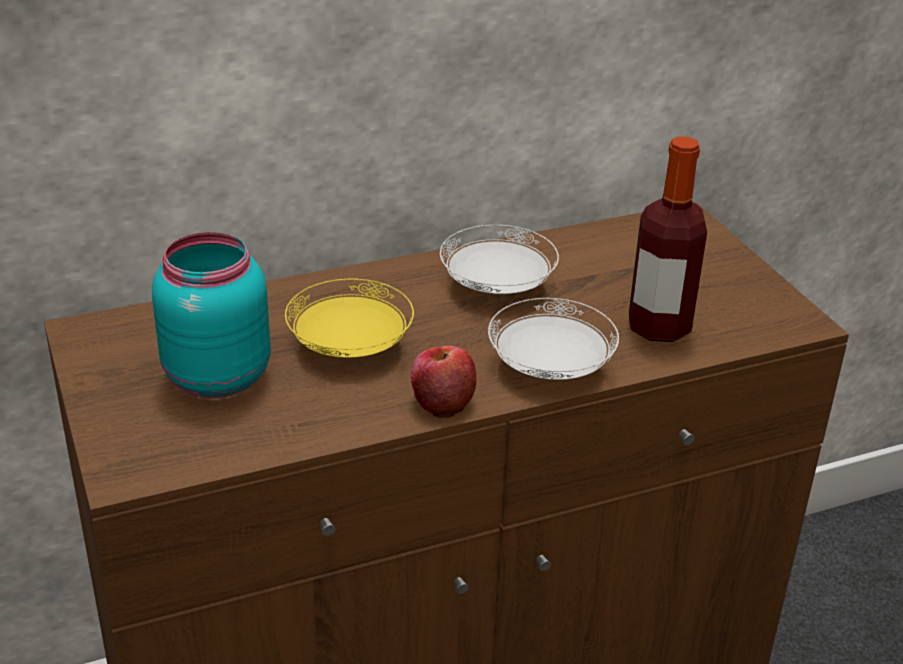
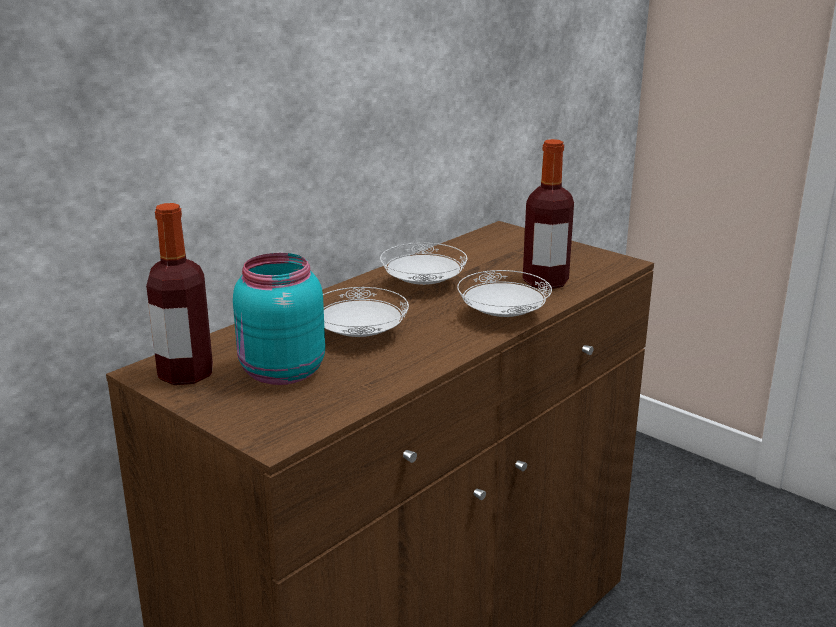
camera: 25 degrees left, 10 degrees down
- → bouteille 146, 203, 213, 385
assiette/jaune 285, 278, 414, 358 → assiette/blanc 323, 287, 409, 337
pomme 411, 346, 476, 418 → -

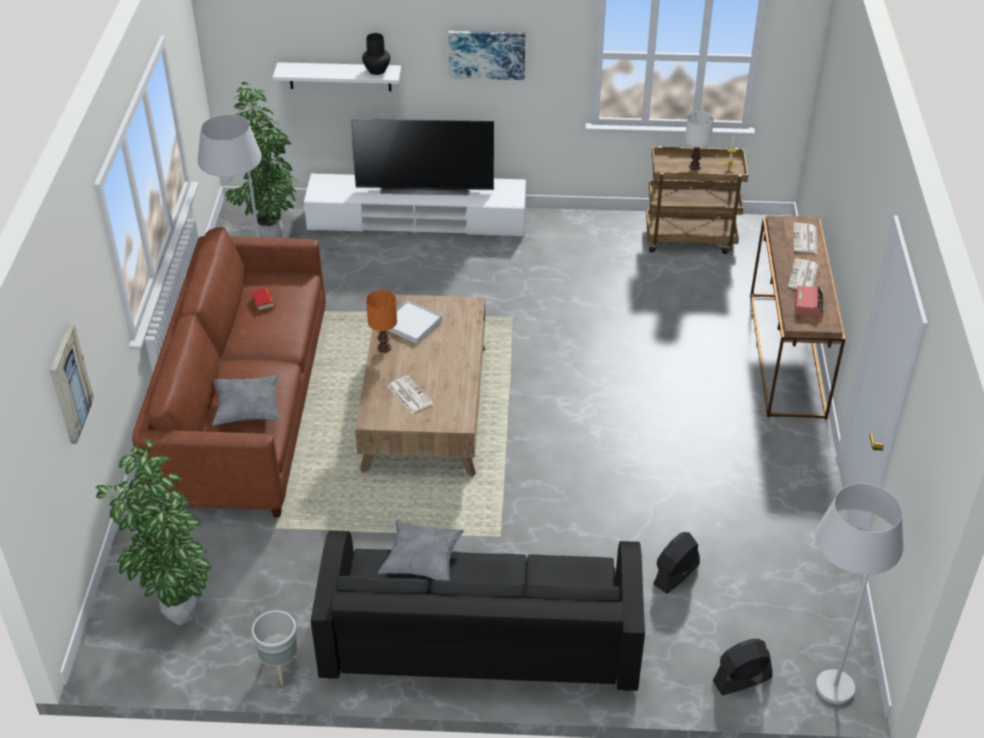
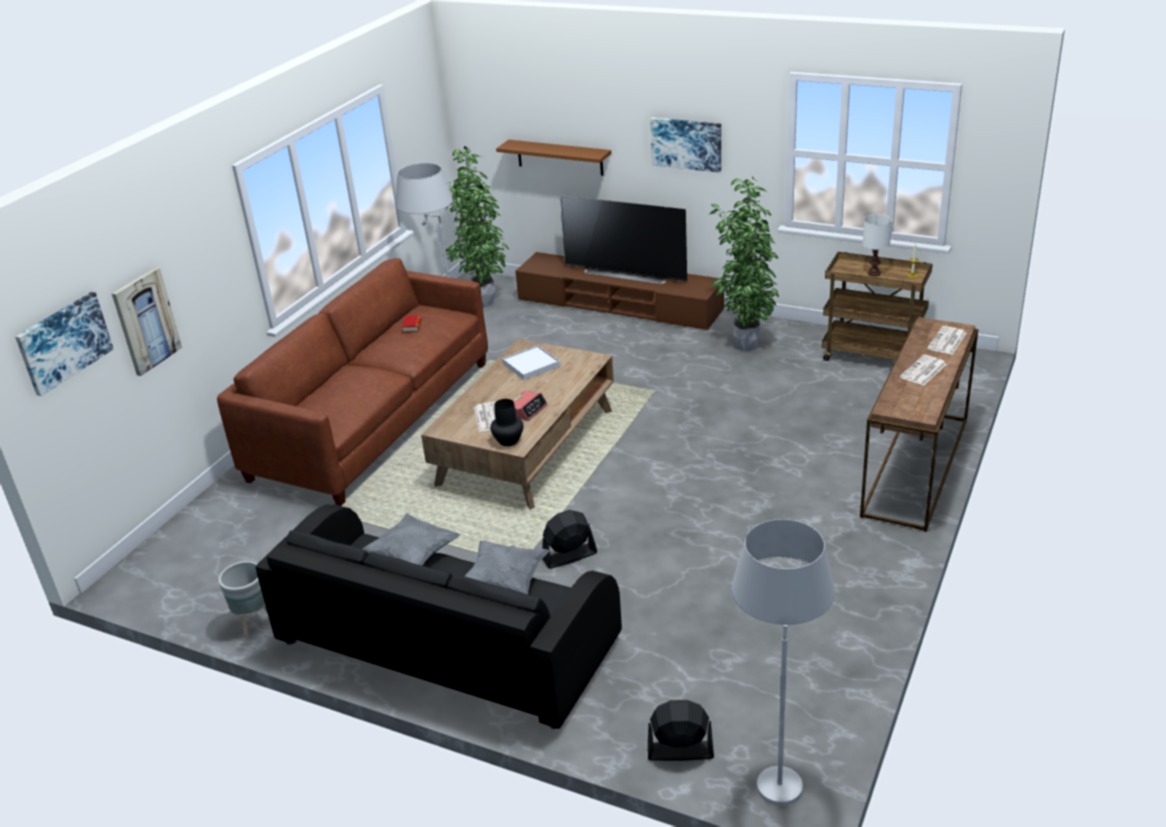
camera: 25 degrees right, 10 degrees down
- → tableau 15, 292, 114, 396
coussin/gris 212, 375, 280, 425 → coussin/gris 464, 541, 549, 594, shifted
vase/noir 362, 33, 390, 75 → vase/noir 490, 399, 523, 446, shifted
étagère/blanc 273, 62, 401, 91 → étagère/marron 496, 140, 611, 176
réveil 795, 286, 824, 317 → réveil 512, 390, 548, 421, shifted
meuble télé/blanc 304, 174, 526, 236 → meuble télé/marron 515, 252, 724, 331
ventilateur/noir 653, 532, 700, 594 → ventilateur/noir 542, 510, 597, 569, shifted
plante en pot 96, 439, 212, 626 → plante en pot 710, 176, 779, 351, shifted
lampe de table/orange 366, 290, 397, 353 → -

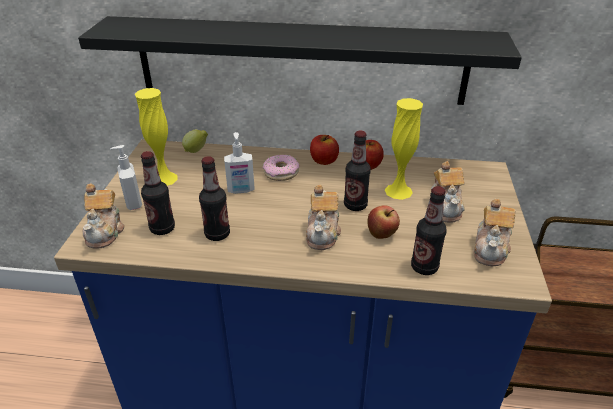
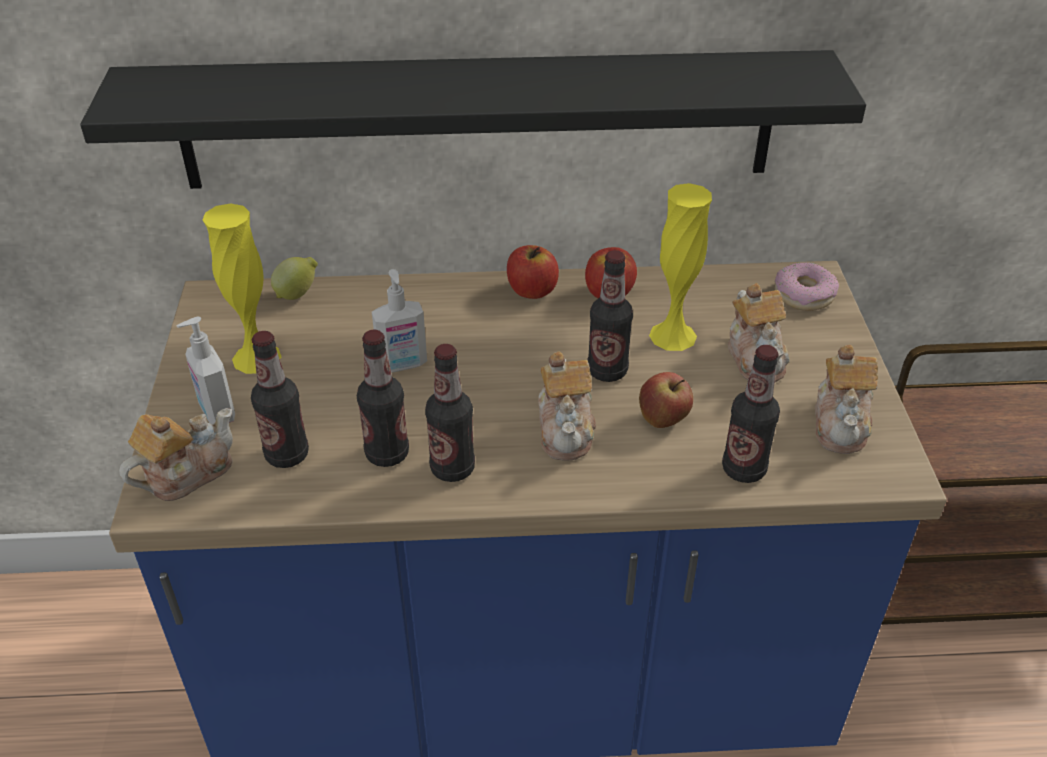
camera: 10 degrees left, 5 degrees up
théière 83, 183, 125, 248 → théière 119, 408, 233, 501, 120 degrees counterclockwise
- → bouteille 425, 344, 475, 482
beignet 263, 155, 300, 181 → beignet 775, 262, 839, 311, shifted

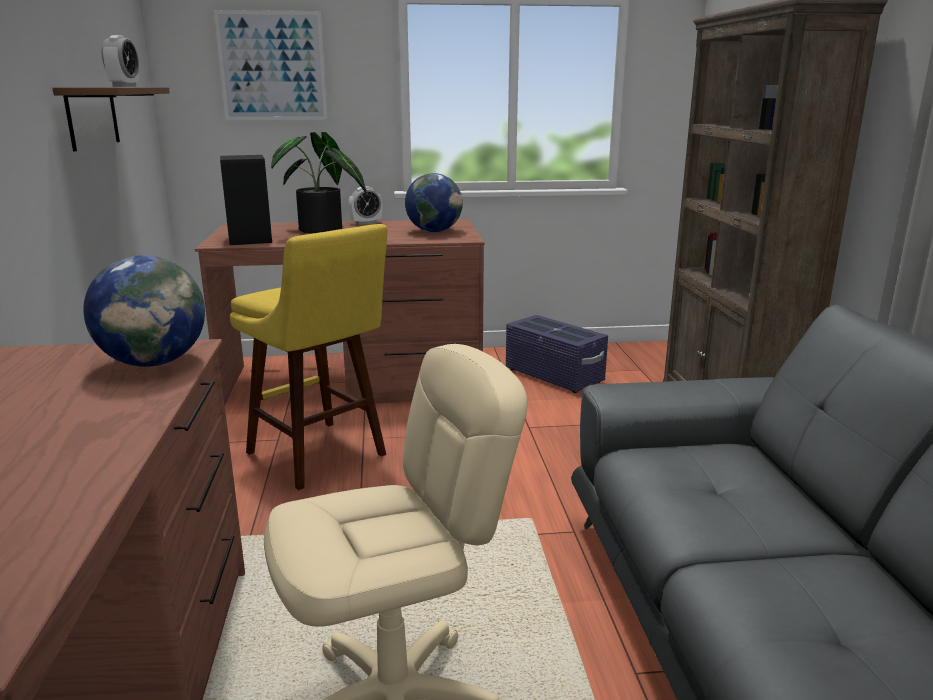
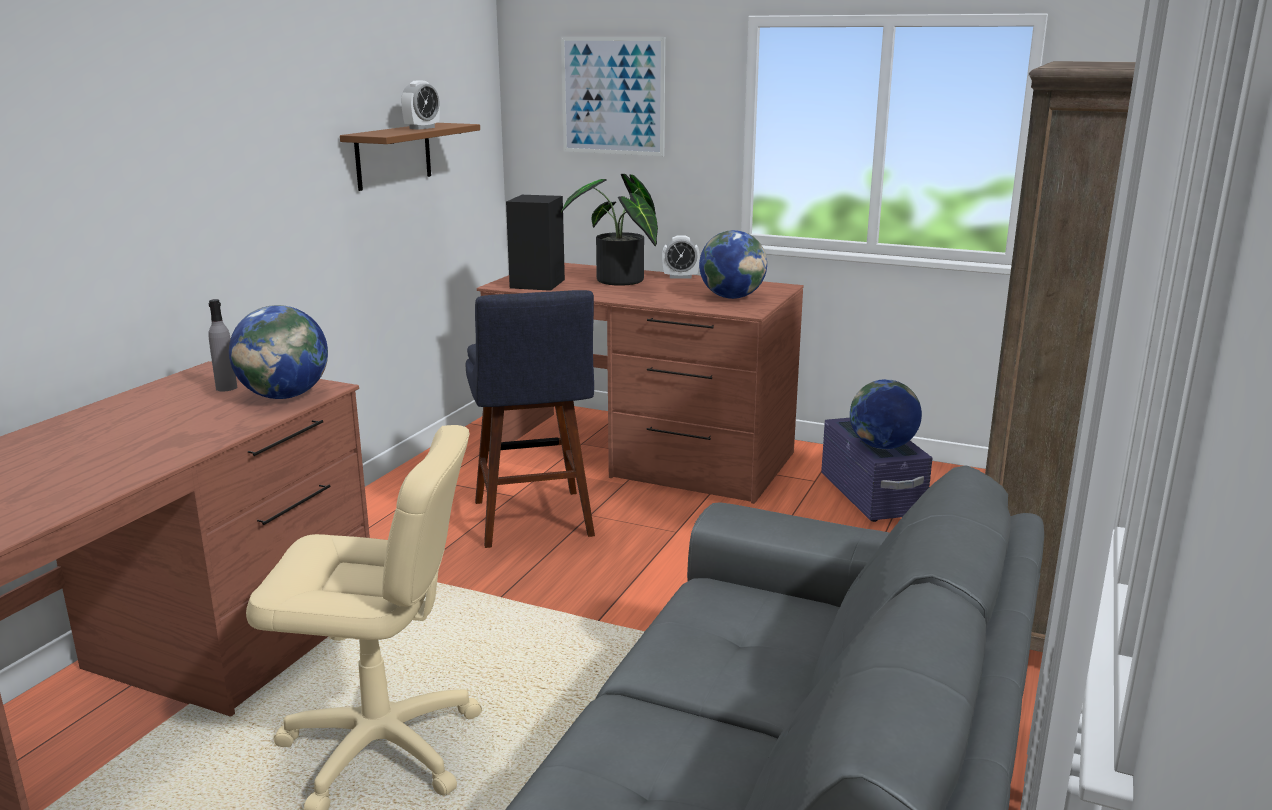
camera: 30 degrees right, 0 degrees up
- → bouteille/gris 209, 299, 237, 391
tabouret/jaune 230, 224, 388, 490 → tabouret/bleu 466, 290, 595, 548
- → globe 850, 379, 922, 449

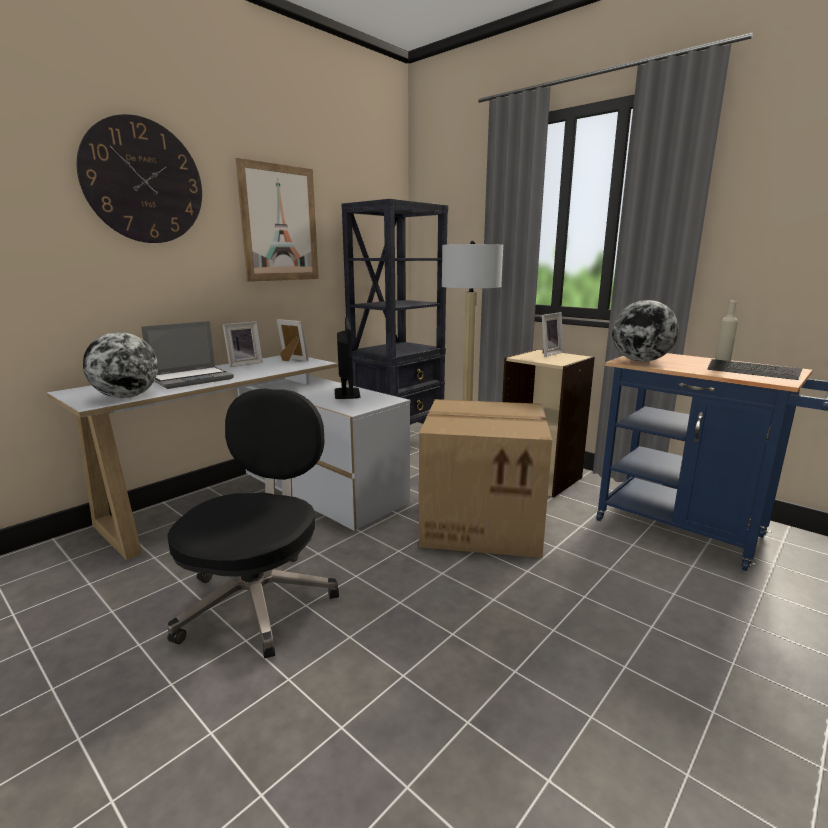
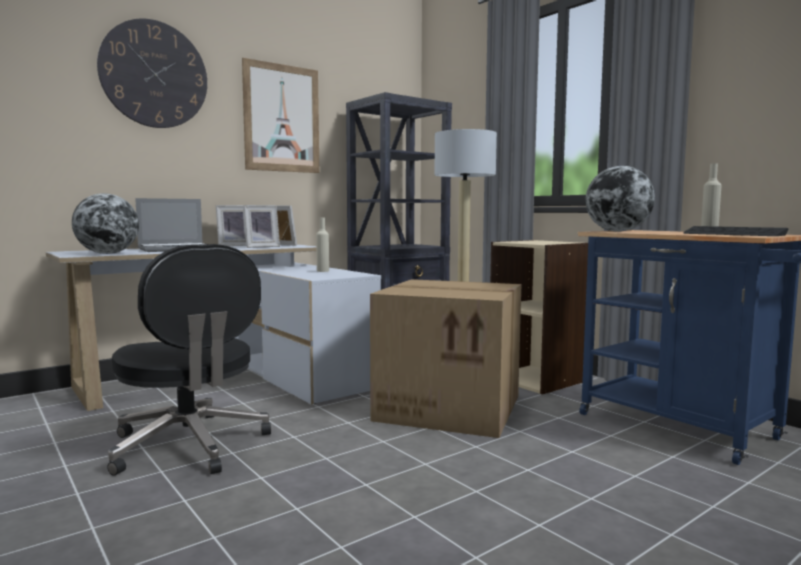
camera: 10 degrees right, 10 degrees down
chaise de bureau/noir 167, 388, 339, 658 → chaise de bureau/noir 107, 244, 271, 476, 120 degrees clockwise
cadre photo 542, 312, 564, 357 → cadre photo 243, 205, 280, 248, shifted
écran d'ordinateur 335, 317, 360, 399 → bouteille/beige 316, 218, 329, 272

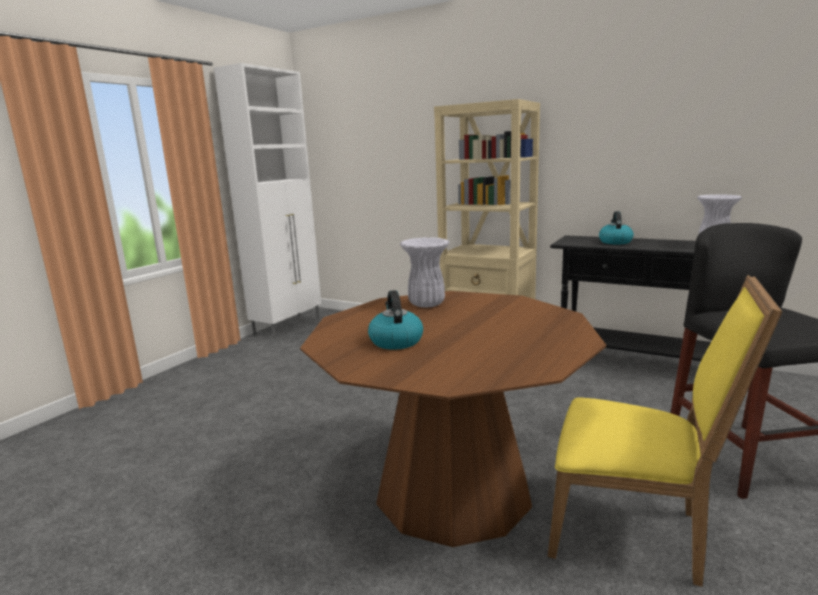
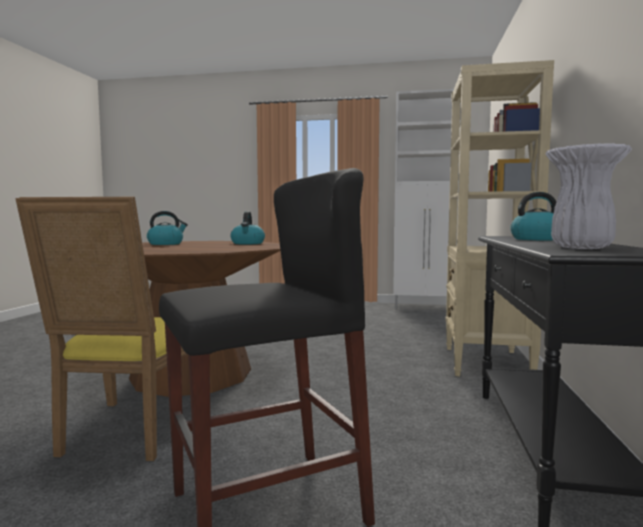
camera: 70 degrees right, 10 degrees down
vase/blanc 400, 237, 449, 308 → bouilloire 231, 211, 265, 244

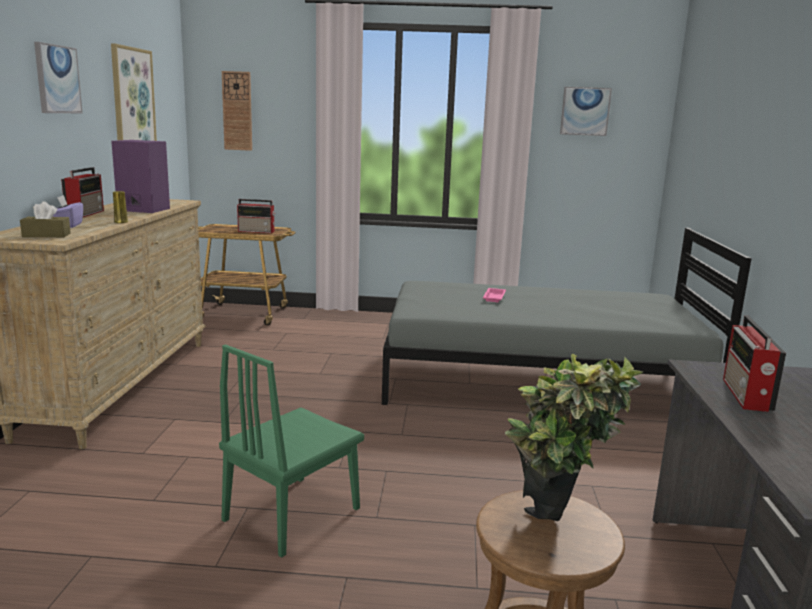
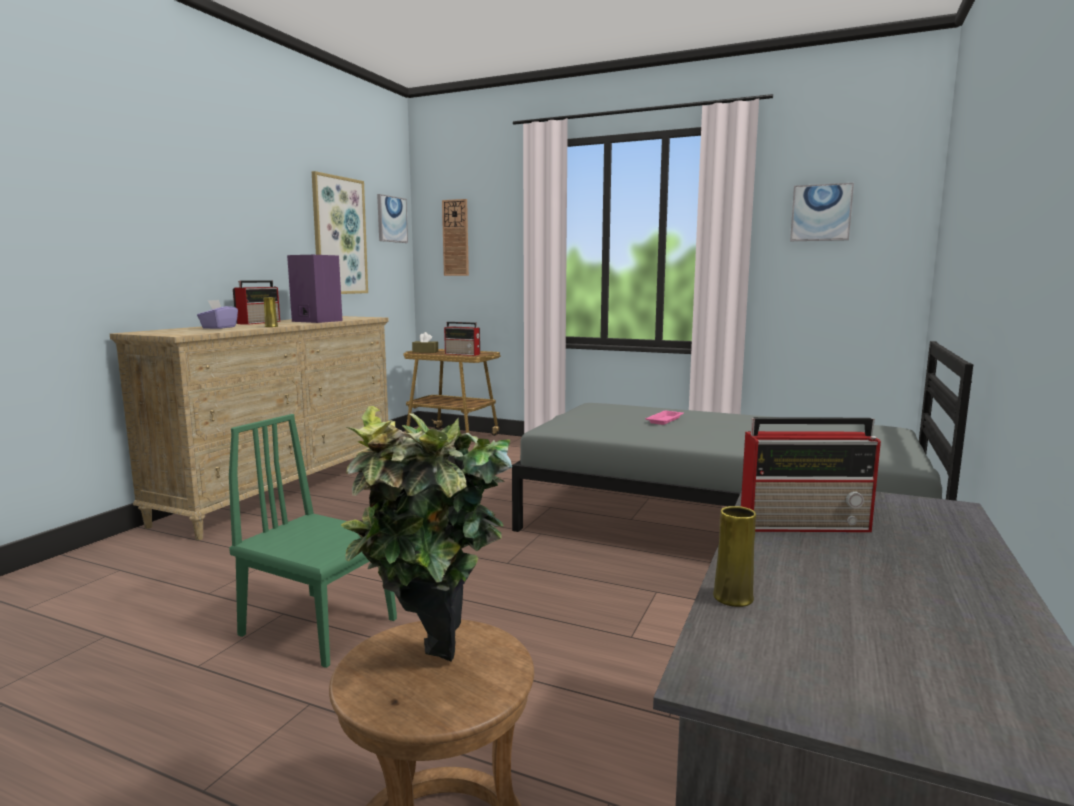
camera: 20 degrees right, 5 degrees down
chaise/vert 219, 344, 364, 558 → chaise/vert 229, 414, 397, 668, 60 degrees clockwise
tableau 34, 42, 82, 113 → tableau 377, 194, 408, 243, shifted
boîte à mouchoirs/marron 20, 201, 71, 237 → boîte à mouchoirs/marron 412, 332, 438, 353, shifted
- → vase/jaune 713, 506, 756, 607
radio 723, 315, 786, 412 → radio 741, 417, 881, 532, 120 degrees counterclockwise

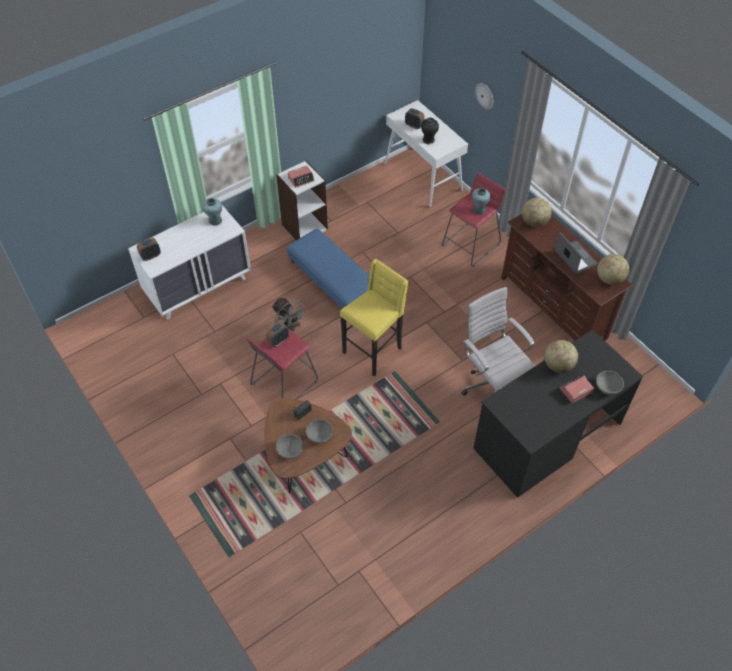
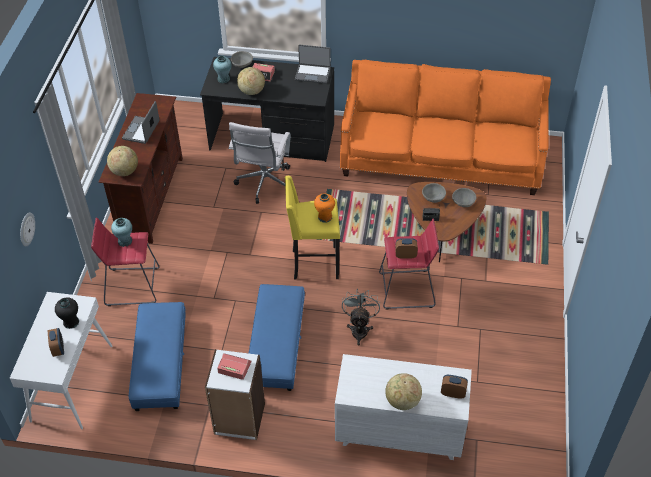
camera: 135 degrees left, 5 degrees down
- → pouf/bleu 129, 302, 186, 411
vase/turquoise 203, 198, 222, 226 → vase/turquoise 213, 56, 232, 83, shifted
- → ordinateur portable 295, 45, 331, 84
- → vase/orange 314, 193, 335, 223
- → canapé/orange 340, 60, 551, 195
globe 597, 254, 629, 285 → globe 385, 373, 422, 410, shifted

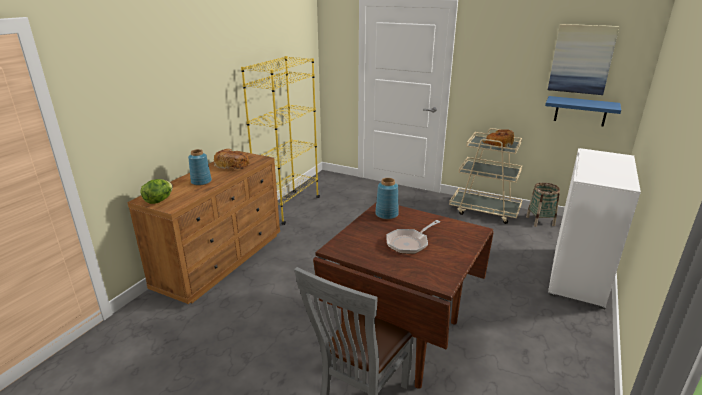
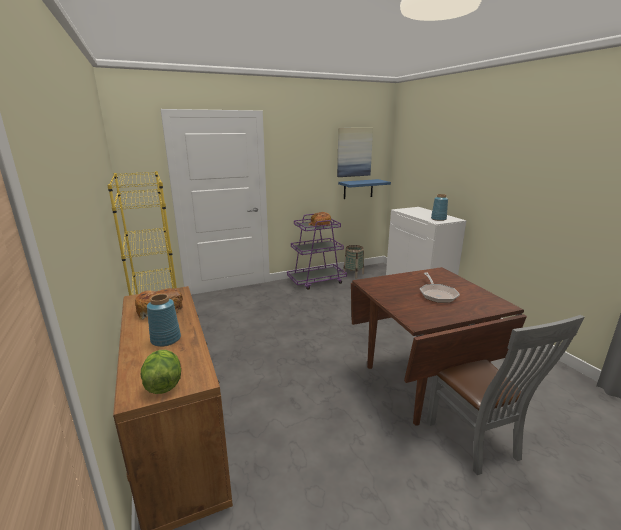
camera: 50 degrees left, 5 degrees down
chariot/beige 449, 128, 522, 224 → chariot/violet 287, 214, 347, 290
vase/bleu 375, 178, 399, 219 → vase/bleu 431, 194, 448, 221, shifted

